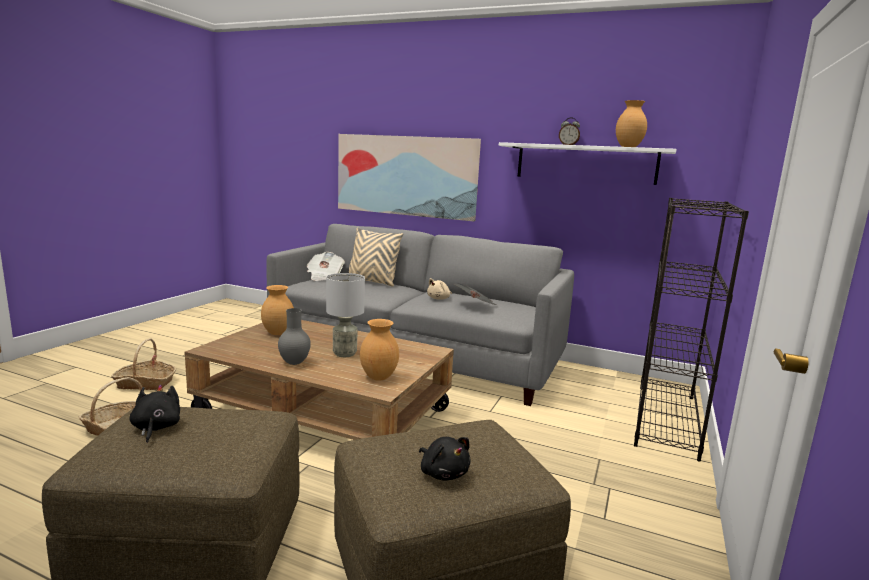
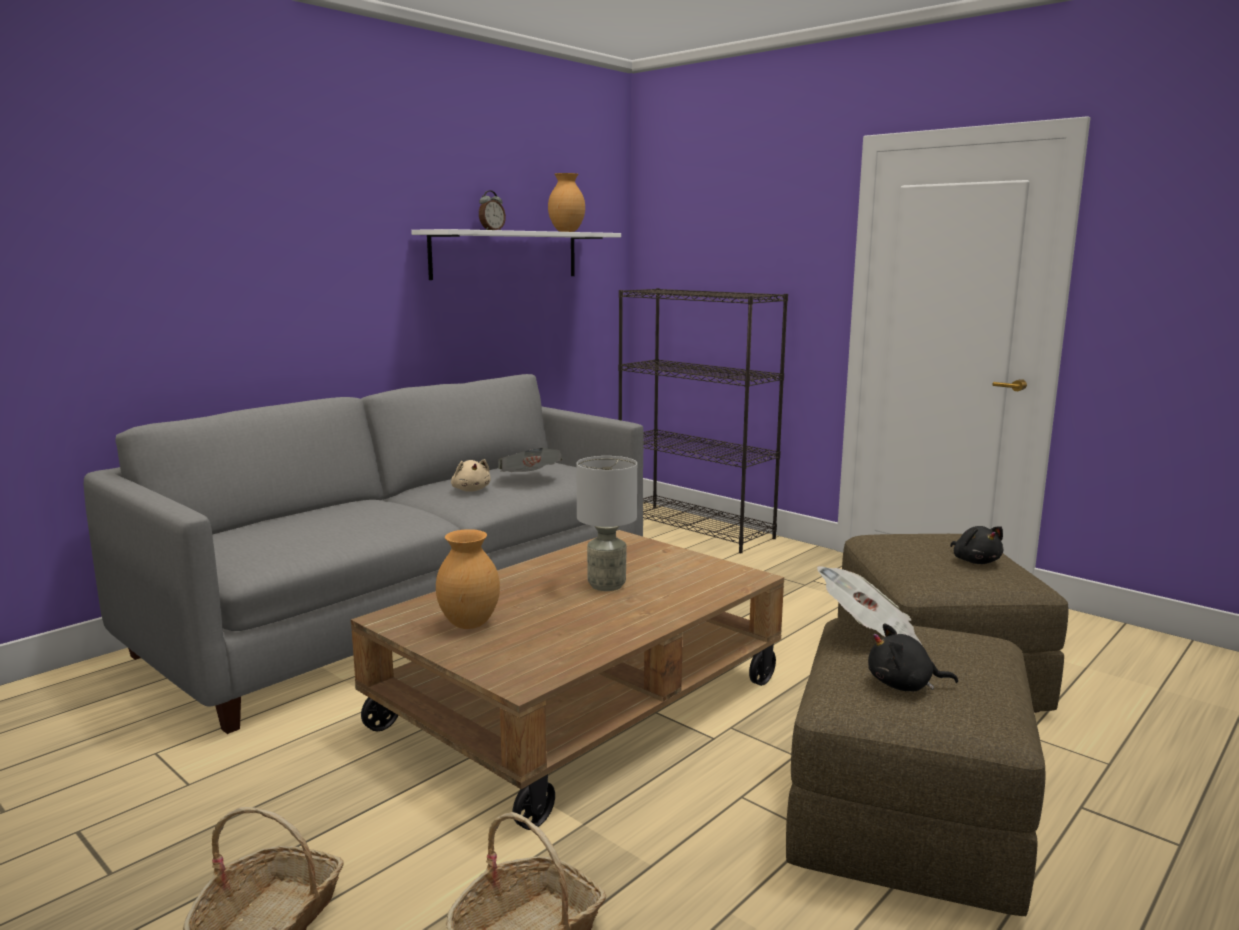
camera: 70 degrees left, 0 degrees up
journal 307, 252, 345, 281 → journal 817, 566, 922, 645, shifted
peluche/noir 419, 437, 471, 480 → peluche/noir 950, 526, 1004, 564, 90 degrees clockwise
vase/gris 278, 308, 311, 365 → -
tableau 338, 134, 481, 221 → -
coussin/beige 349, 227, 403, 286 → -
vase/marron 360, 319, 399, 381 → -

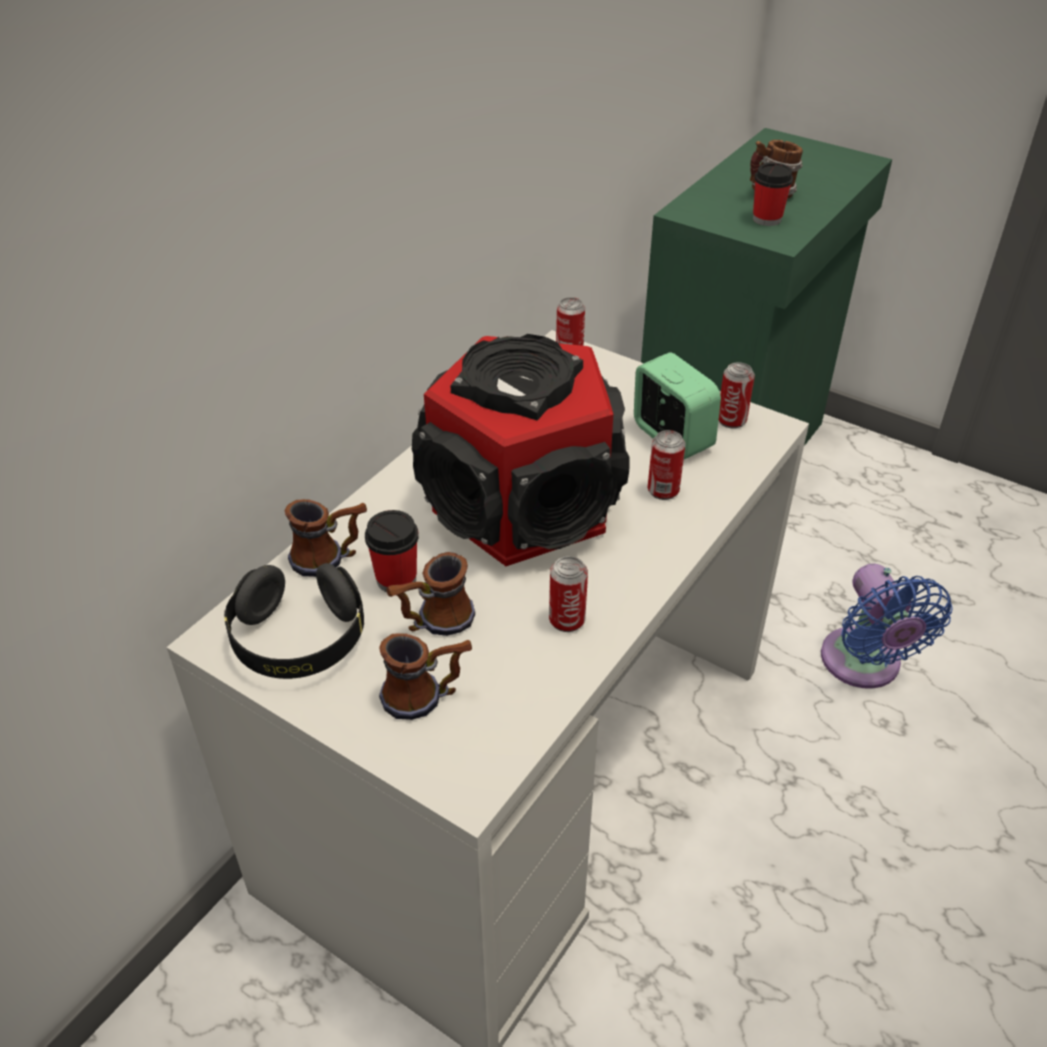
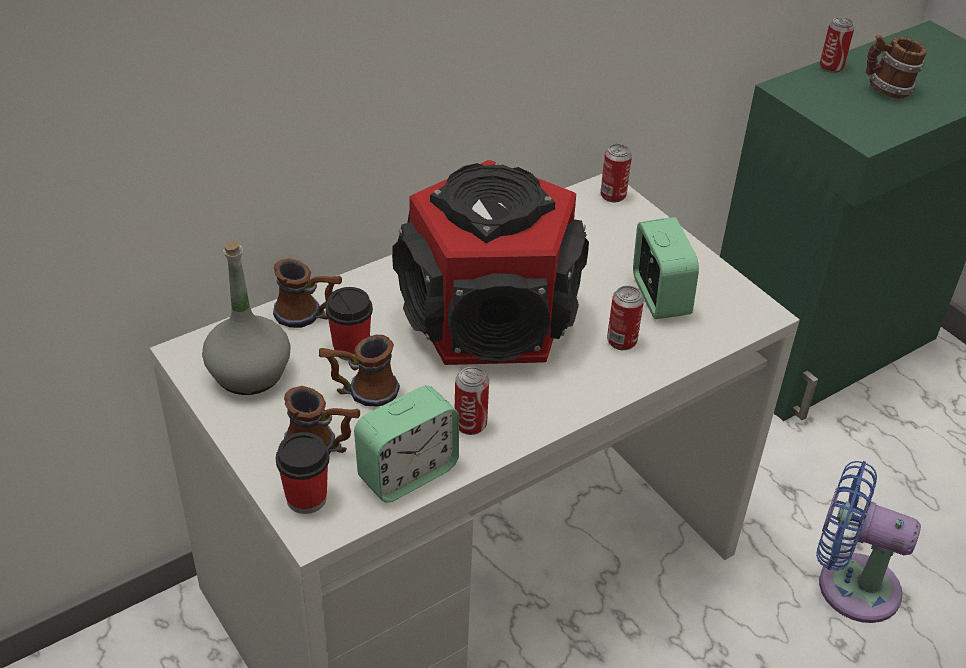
camera: 20 degrees right, 0 degrees up
casque audio/noir 224, 563, 364, 679 → bouteille/gris 202, 241, 291, 395
tasse 753, 162, 793, 226 → tasse 276, 432, 330, 514, shifted
- → réveil 354, 385, 459, 503
ventilateur/bleu 821, 564, 953, 689 → ventilateur/bleu 816, 461, 921, 623, 105 degrees clockwise
boîte métallique 719, 362, 755, 429 → boîte métallique 820, 17, 854, 73, shifted

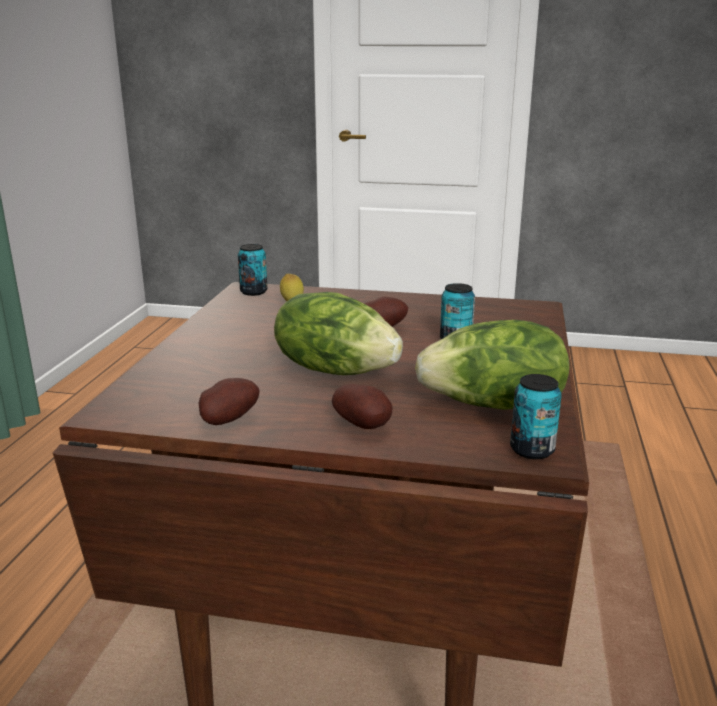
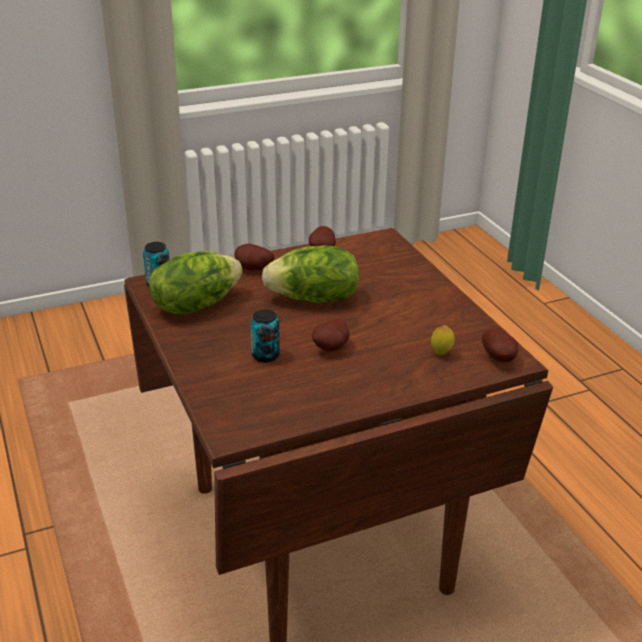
camera: 145 degrees right, 10 degrees up
boîte métallique 238, 244, 267, 296 → pomme de terre 482, 328, 518, 362

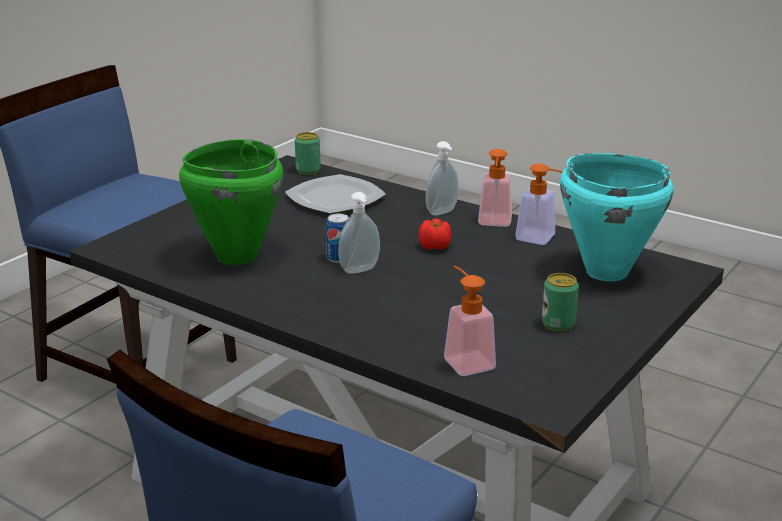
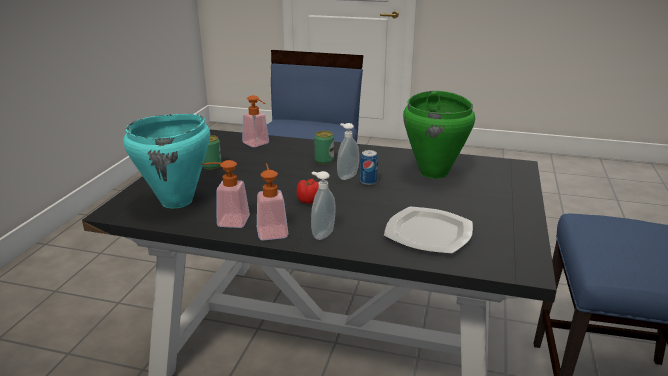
camera: 160 degrees right, 0 degrees up
boîte métallique 295, 132, 321, 175 → boîte métallique 314, 131, 334, 164, shifted

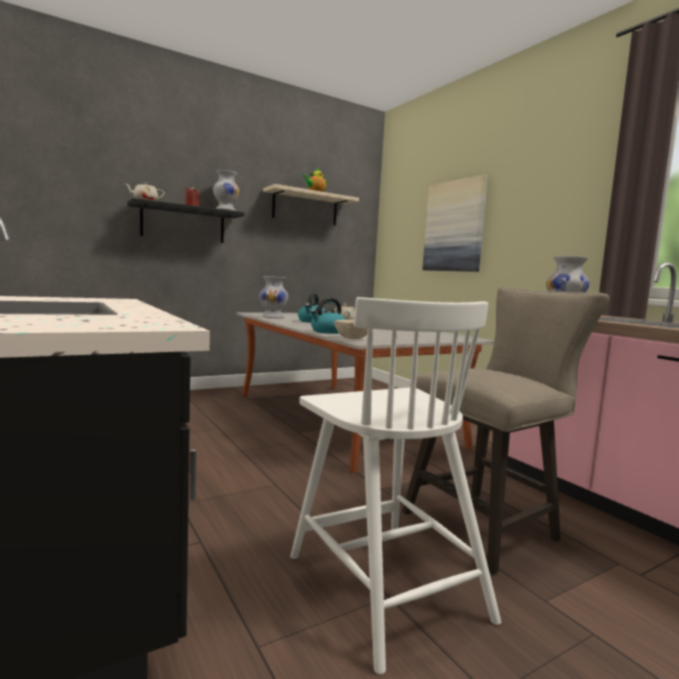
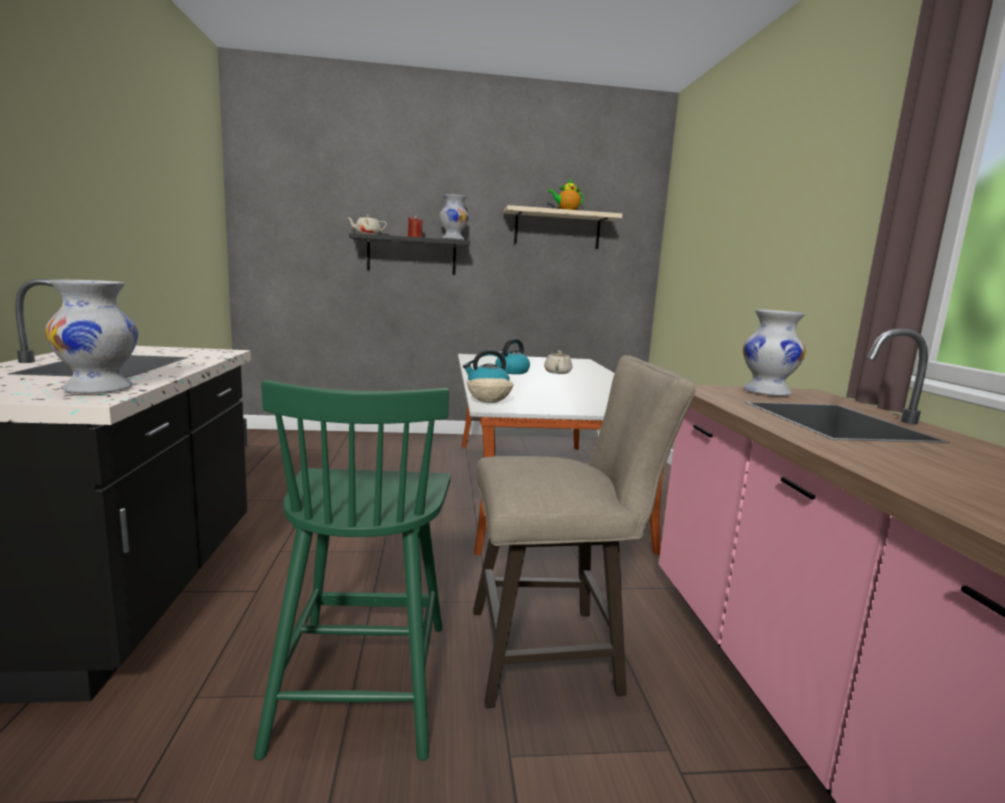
camera: 25 degrees right, 5 degrees up
vase/blanc 259, 276, 288, 318 → vase/blanc 45, 280, 138, 393, shifted
chaise/blanc 290, 297, 501, 675 → chaise/vert 254, 380, 451, 761
tableau 422, 175, 488, 272 → -

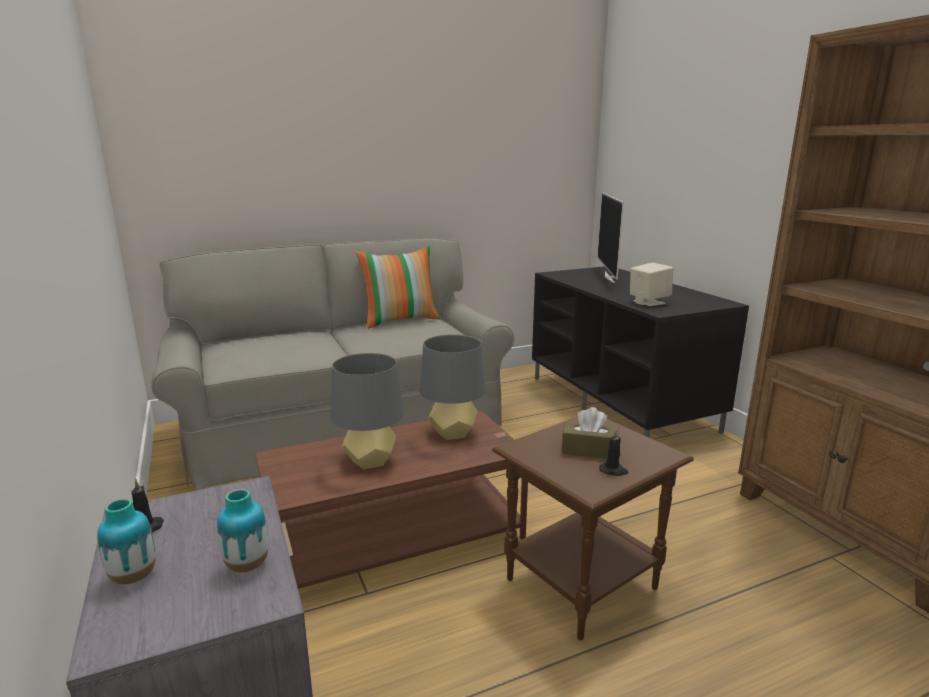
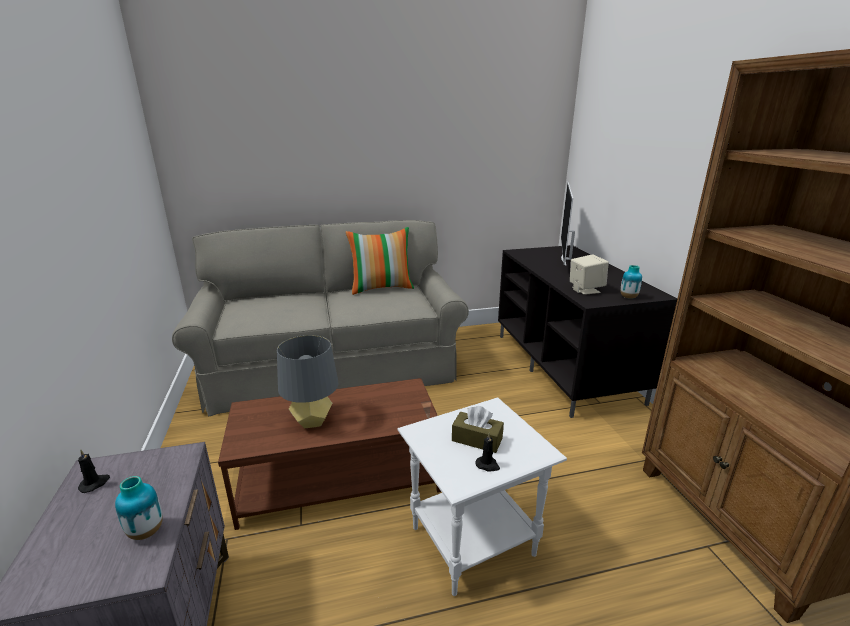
camera: 10 degrees right, 5 degrees up
table d'appoint/marron 492, 417, 694, 640 → table d'appoint/blanc 398, 397, 567, 596
vase 97, 498, 156, 584 → vase 621, 265, 642, 299, shifted
lampe de table/gris 420, 334, 486, 440 → -

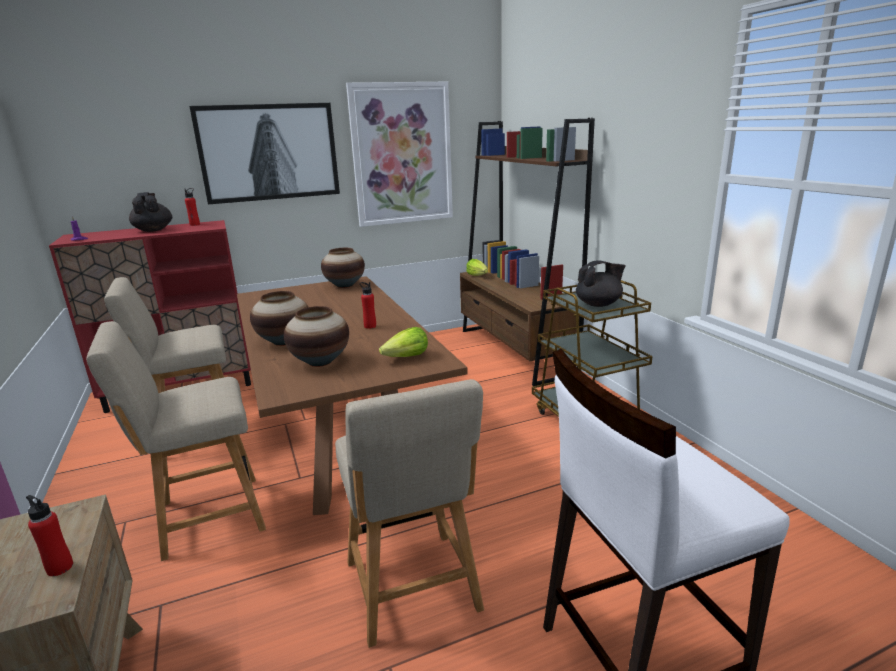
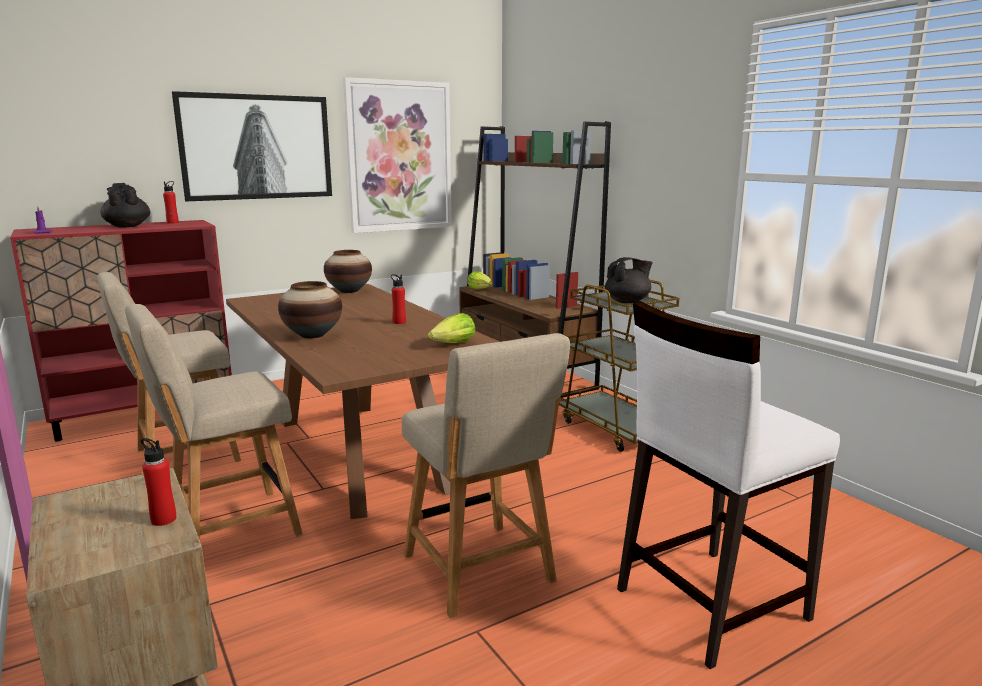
camera: 10 degrees left, 5 degrees down
vase 284, 306, 349, 367 → -

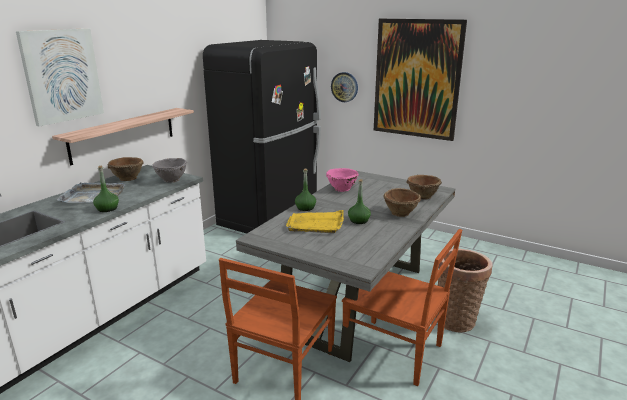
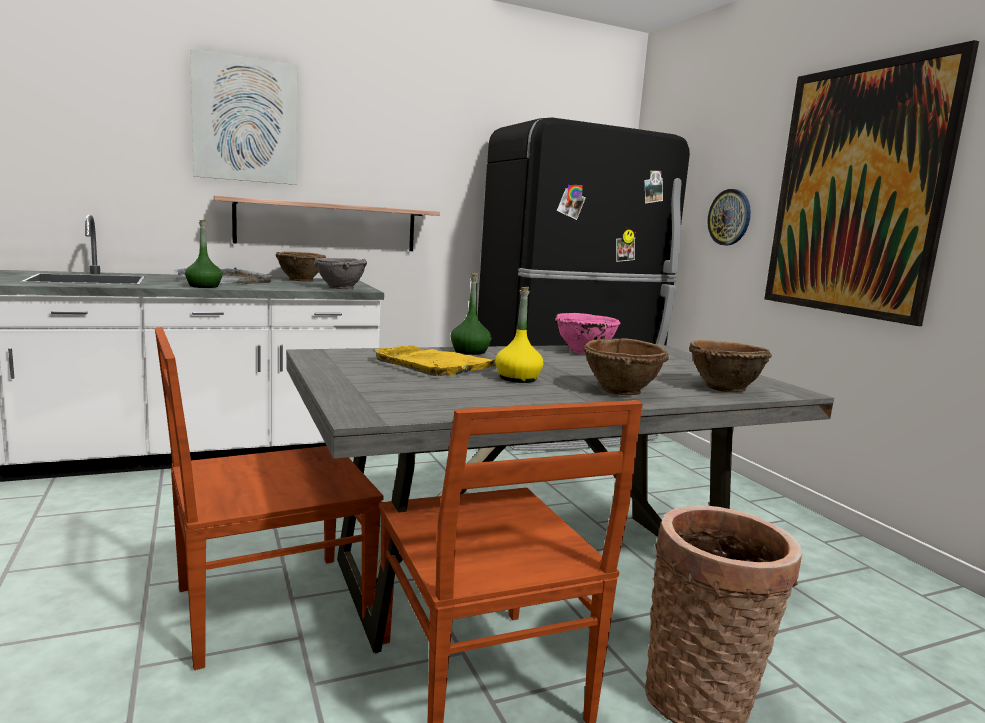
camera: 35 degrees right, 10 degrees down
bouteille/vert 348, 179, 371, 224 → bouteille/jaune 495, 287, 543, 383

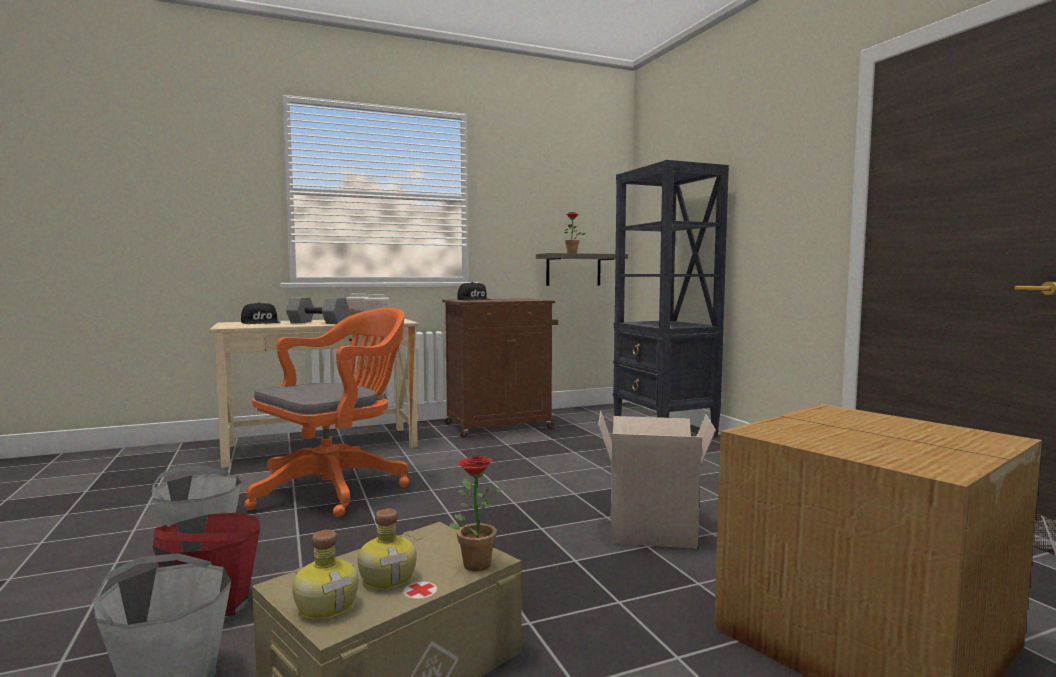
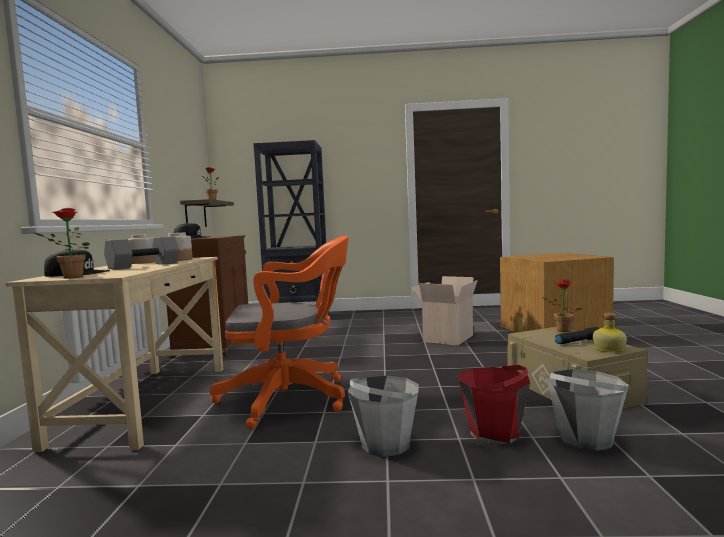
camera: 65 degrees left, 0 degrees up
- → plante en pot 35, 208, 90, 279
chaise de bureau/orange 244, 308, 409, 517 → chaise de bureau/orange 210, 236, 349, 429, 105 degrees clockwise
bouteille 357, 509, 417, 590 → lampe de poche/noir 555, 327, 599, 344

